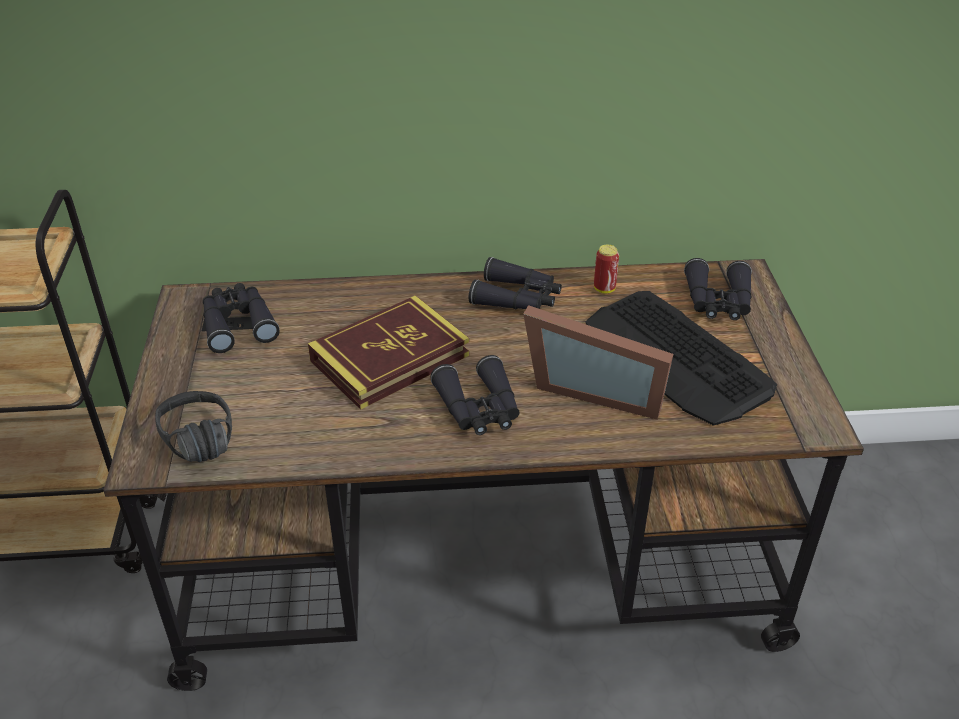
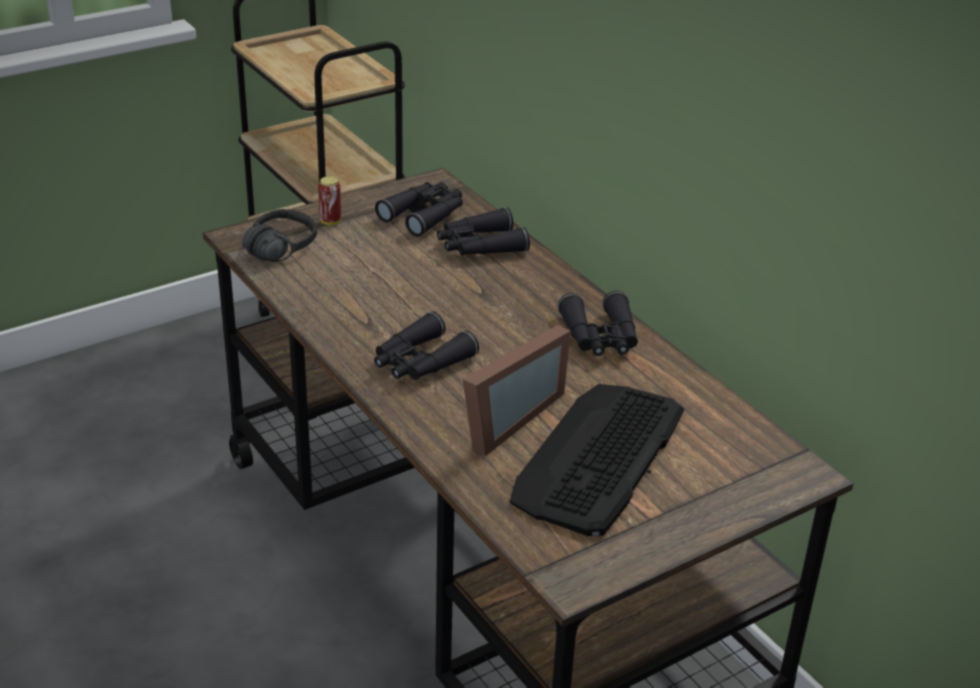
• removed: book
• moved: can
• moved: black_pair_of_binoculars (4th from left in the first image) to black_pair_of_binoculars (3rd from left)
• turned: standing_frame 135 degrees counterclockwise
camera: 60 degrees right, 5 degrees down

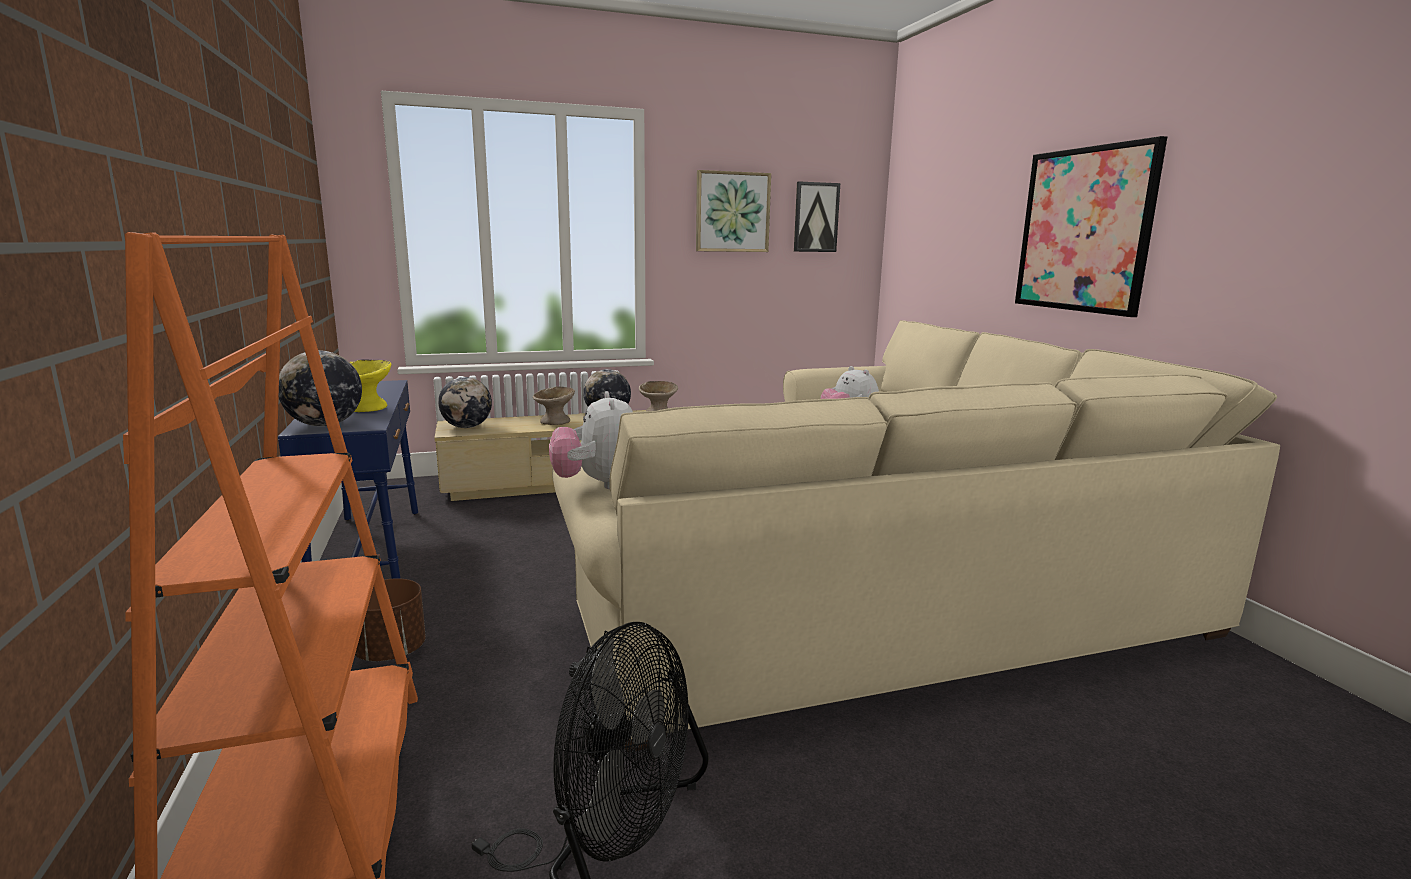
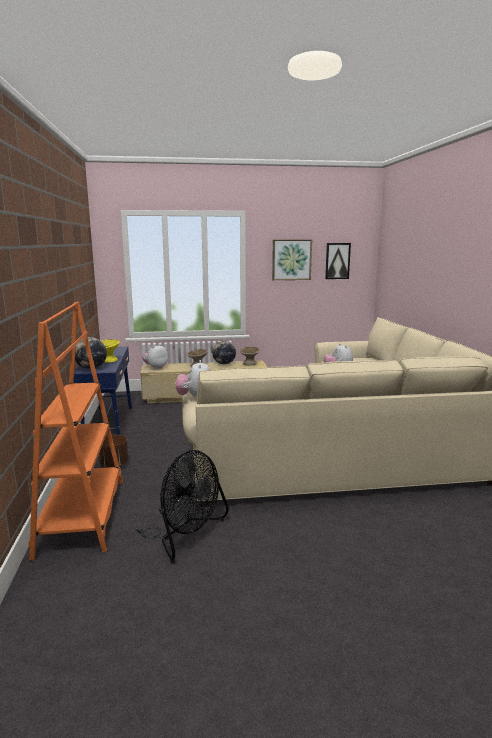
• removed: wall_art (3rd from left)
• replaced: world_globe (2nd from left) to soft_toy (1st from left)
camera: 10 degrees right, 0 degrees up

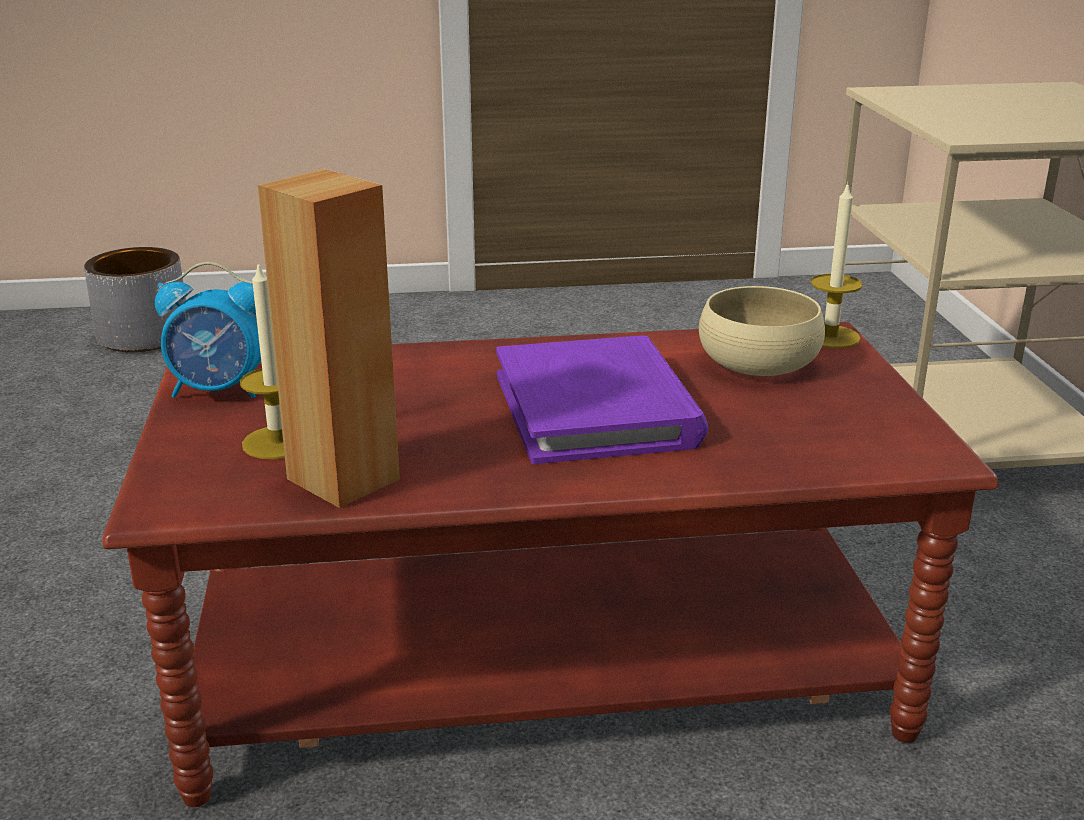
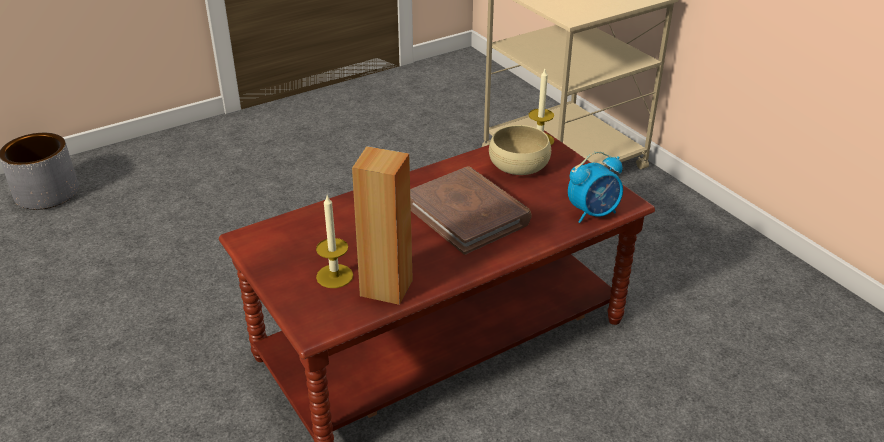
• moved: bedside_clock
• recoloured: purple_book to brown_book
camera: 25 degrees left, 10 degrees up

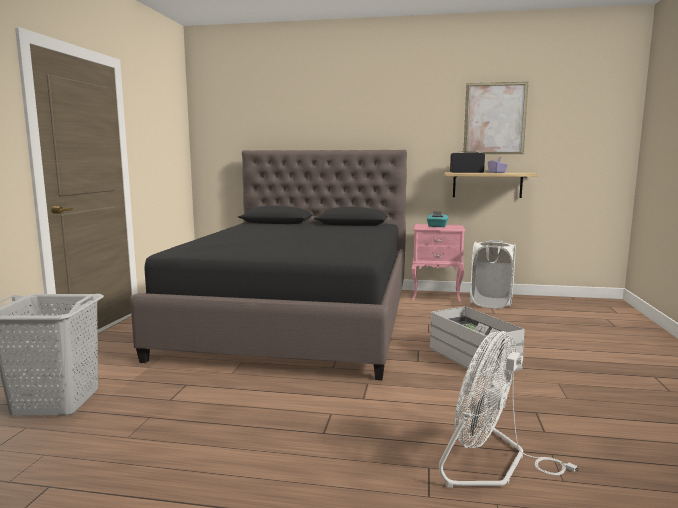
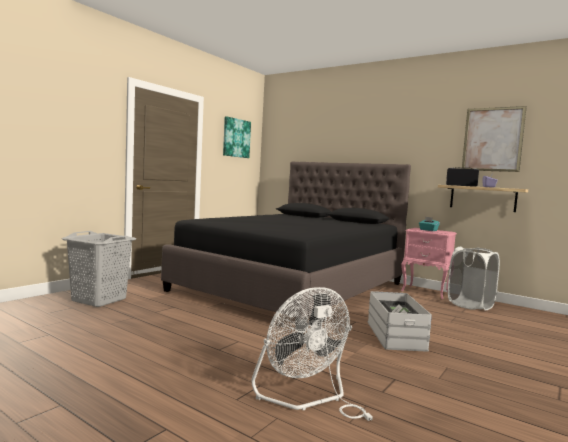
• added: wall_art (1st from left)
camera: 25 degrees right, 5 degrees down

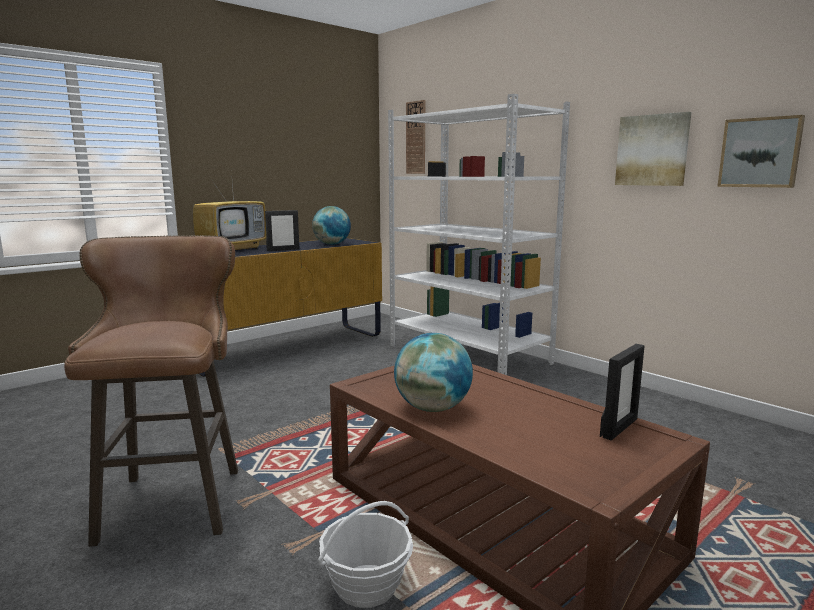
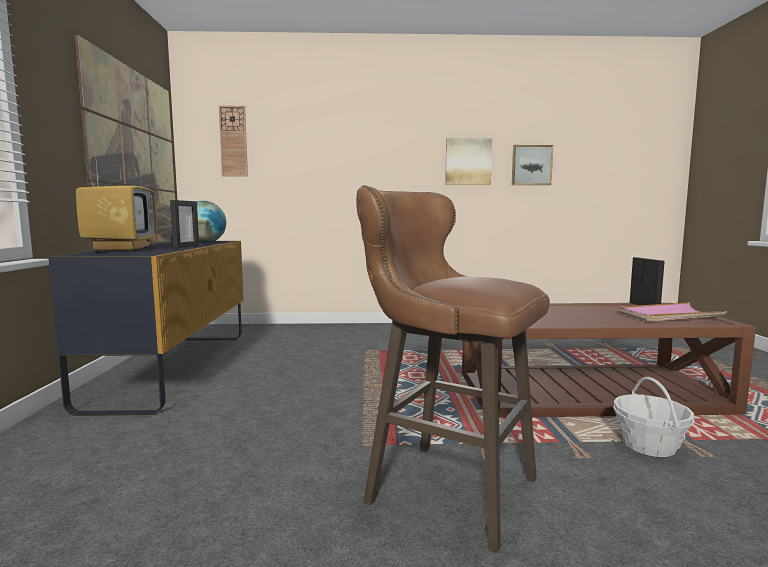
• removed: white-coloured_bookshelf
• removed: world_globe (2nd from left)
• added: wall_art (1st from left)
• added: pink-coloured_tray
camera: 50 degrees left, 5 degrees down

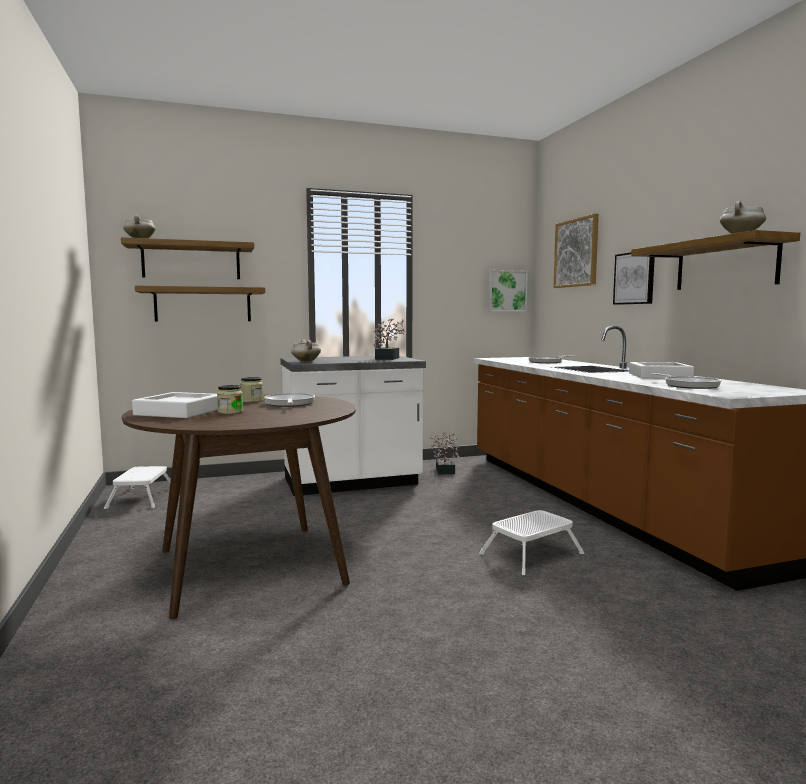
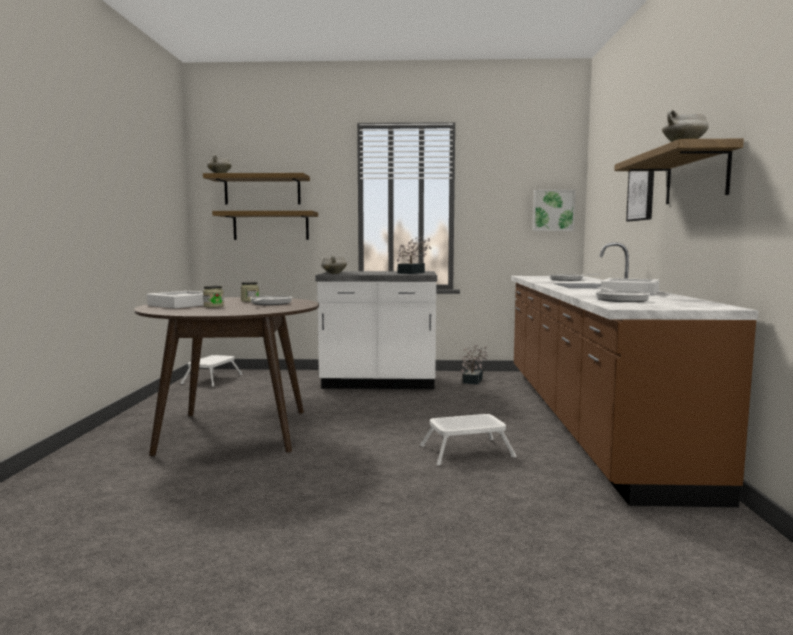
• removed: wall_art (2nd from left)
camera: 20 degrees right, 0 degrees up

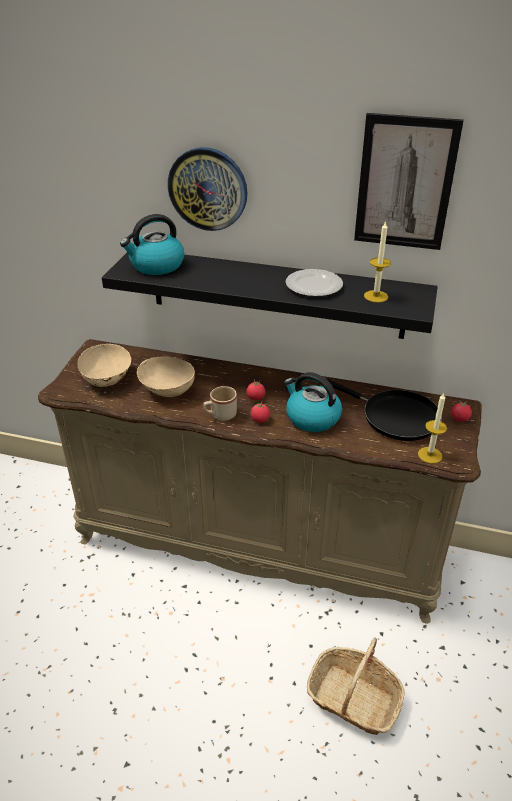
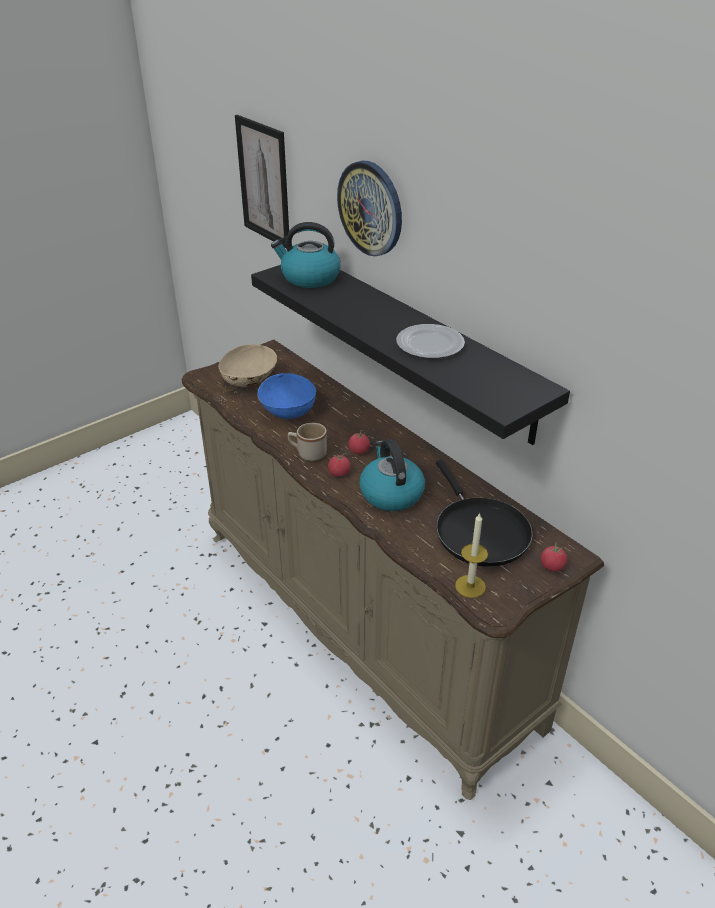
• removed: storage_basket
• removed: wax_light (1st from left)
• moved: wall_art
• recoloured: beige_serving_bowl (2nd from left) to blue-coloured_serving_bowl
camera: 35 degrees right, 0 degrees up

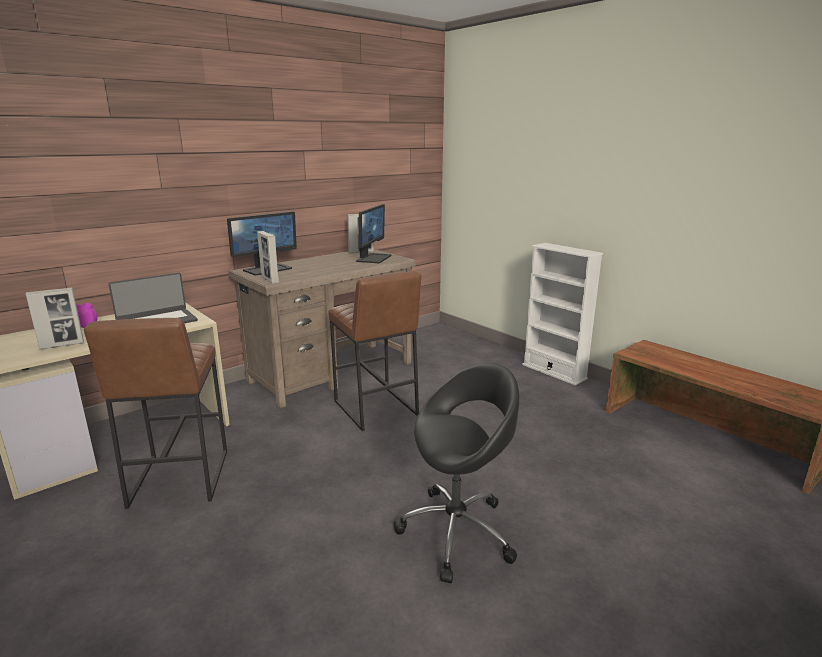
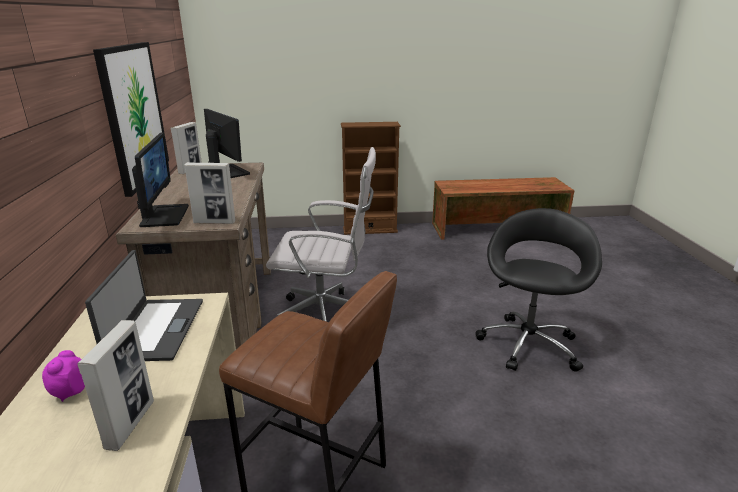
• added: wall_art
• replaced: brown_stool_seat (2nd from left) to white-coloured_desk_chair
• recoloured: white-coloured_bookshelf to brown_bookshelf
camera: 55 degrees left, 5 degrees up

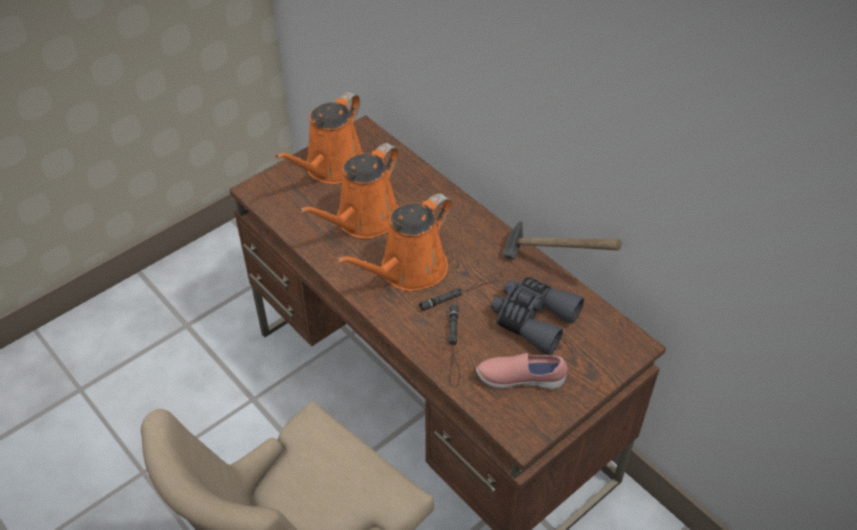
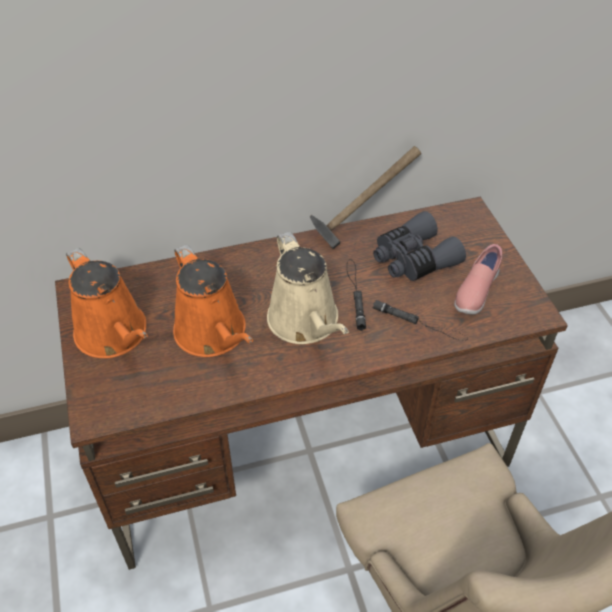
• recoloured: orange_watering_can (3rd from left) to beige_watering_can
camera: 65 degrees left, 0 degrees up

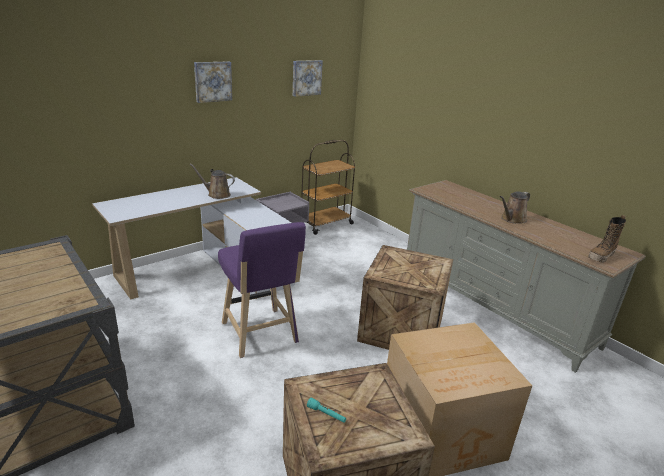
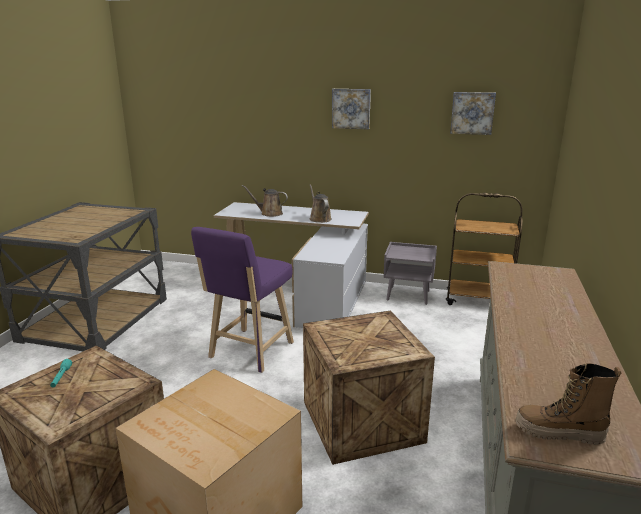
• moved: brown_watering_can (2nd from left in the first image) to brown_watering_can (1st from left)
camera: 55 degrees right, 5 degrees down

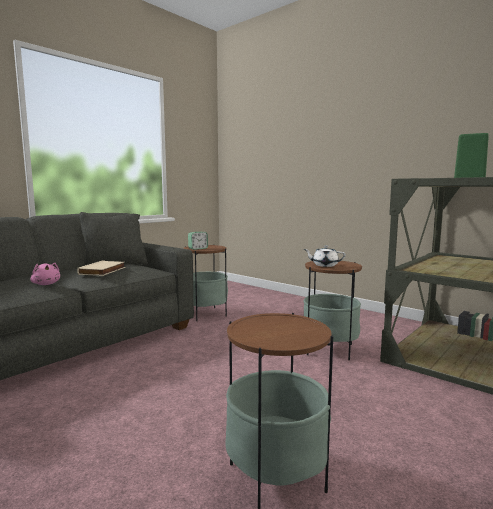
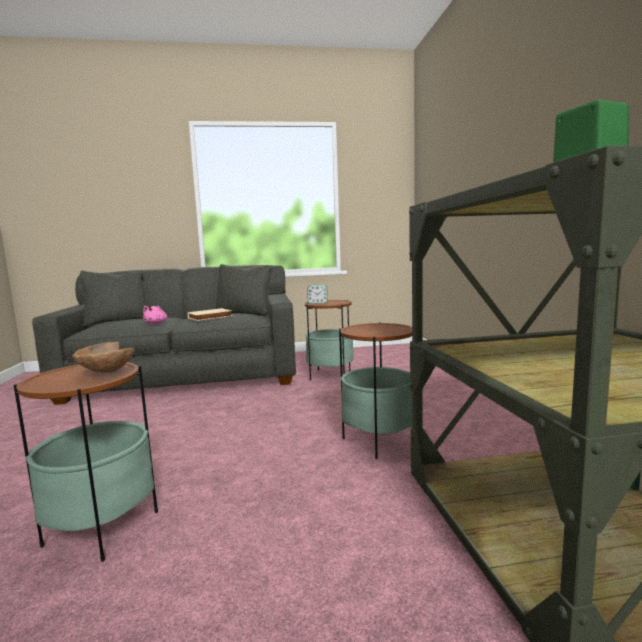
• removed: white-coloured_pot_for_tea
• added: brown_serving_bowl
camera: 40 degrees right, 0 degrees up

